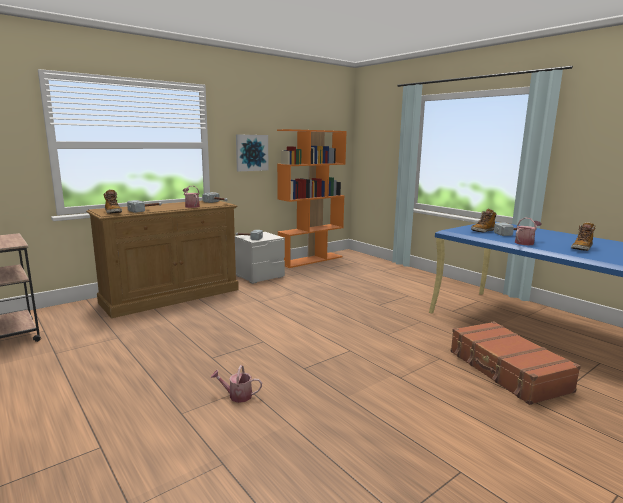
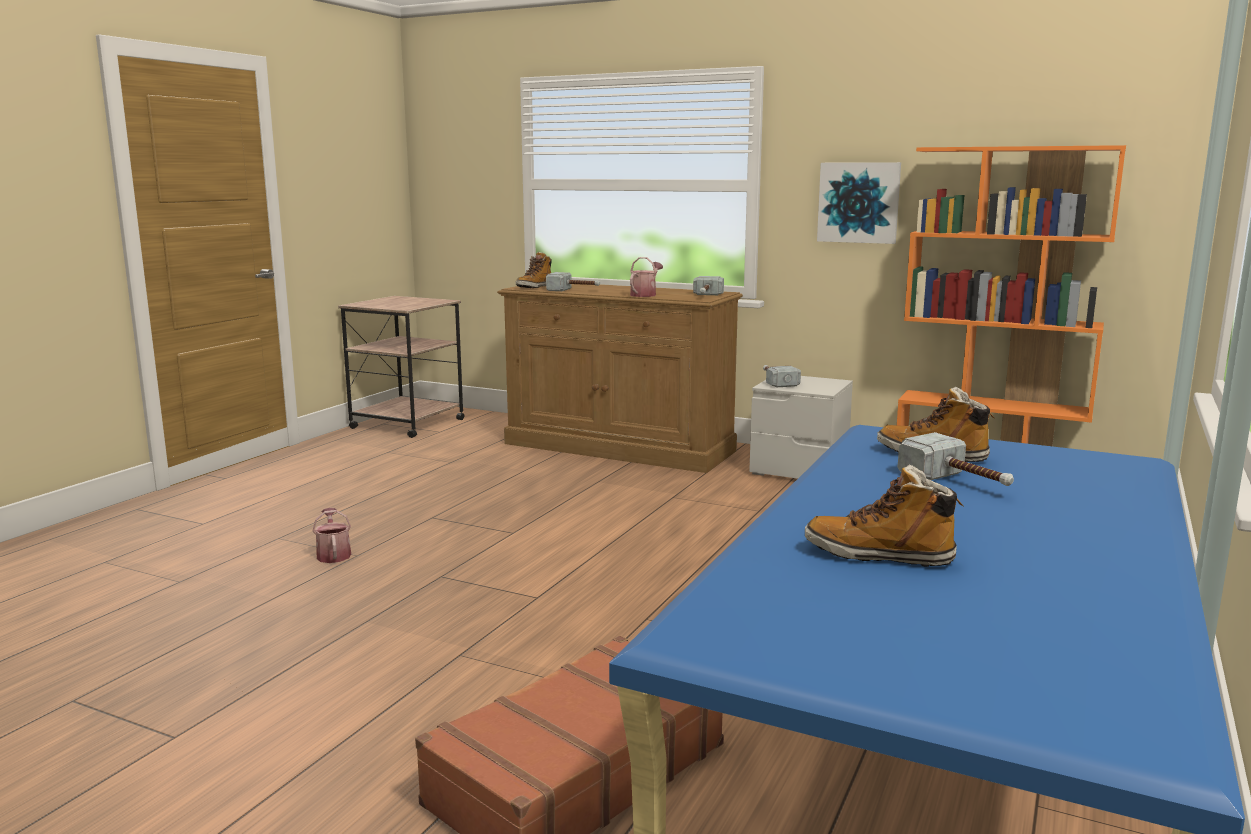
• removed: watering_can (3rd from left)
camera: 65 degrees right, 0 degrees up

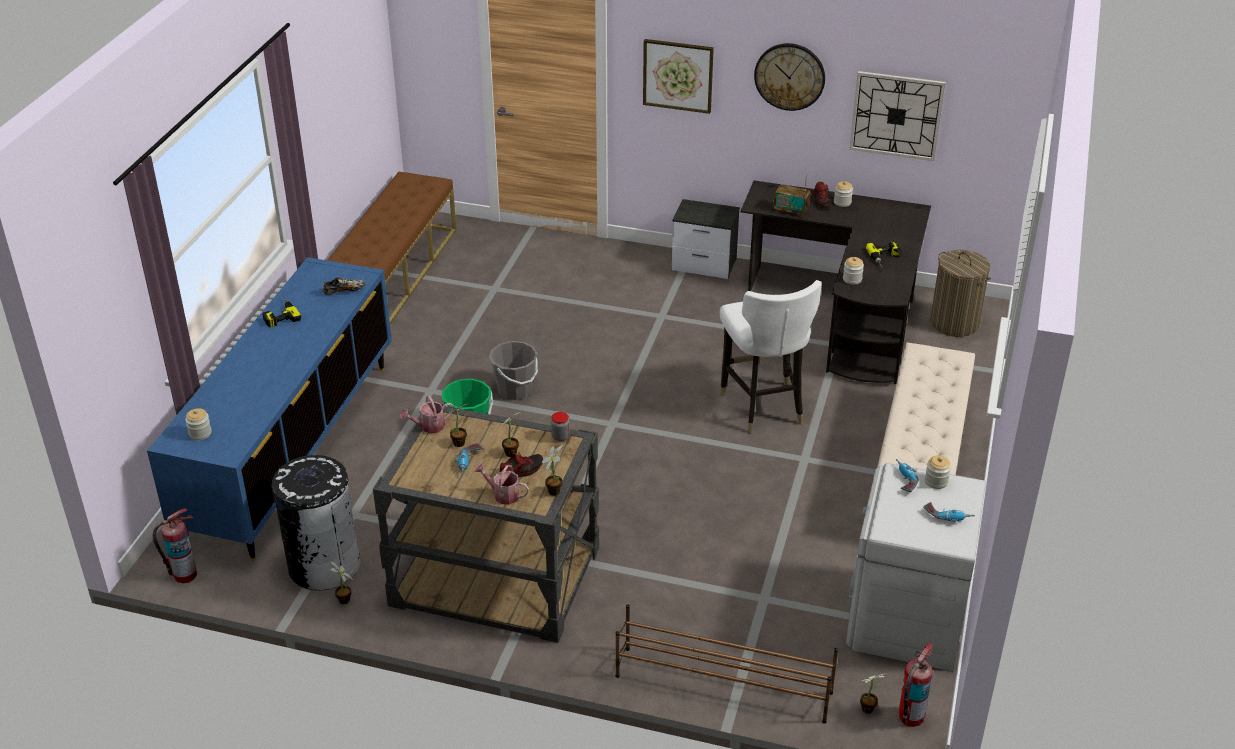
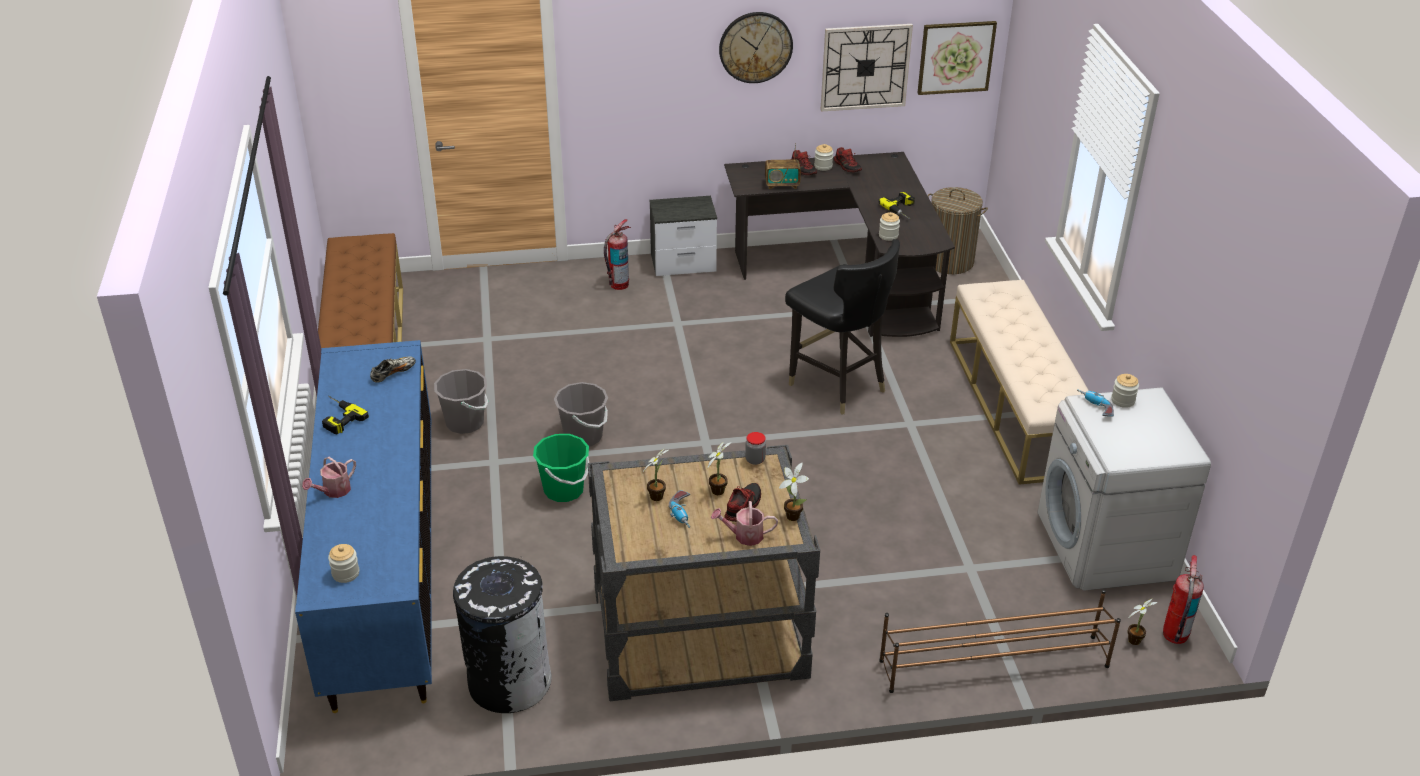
• removed: houseplant (1st from left)
• removed: drill (5th from left)
• added: grey_water_bucket (1st from left)
• added: item_of_footwear (4th from left)
• moved: fire-fighting_cylinder (1st from left)
• moved: watering_can (1st from left)
• moved: wall_art
• recoloured: white-coloured_chair to black_chair
camera: 25 degrees left, 0 degrees up

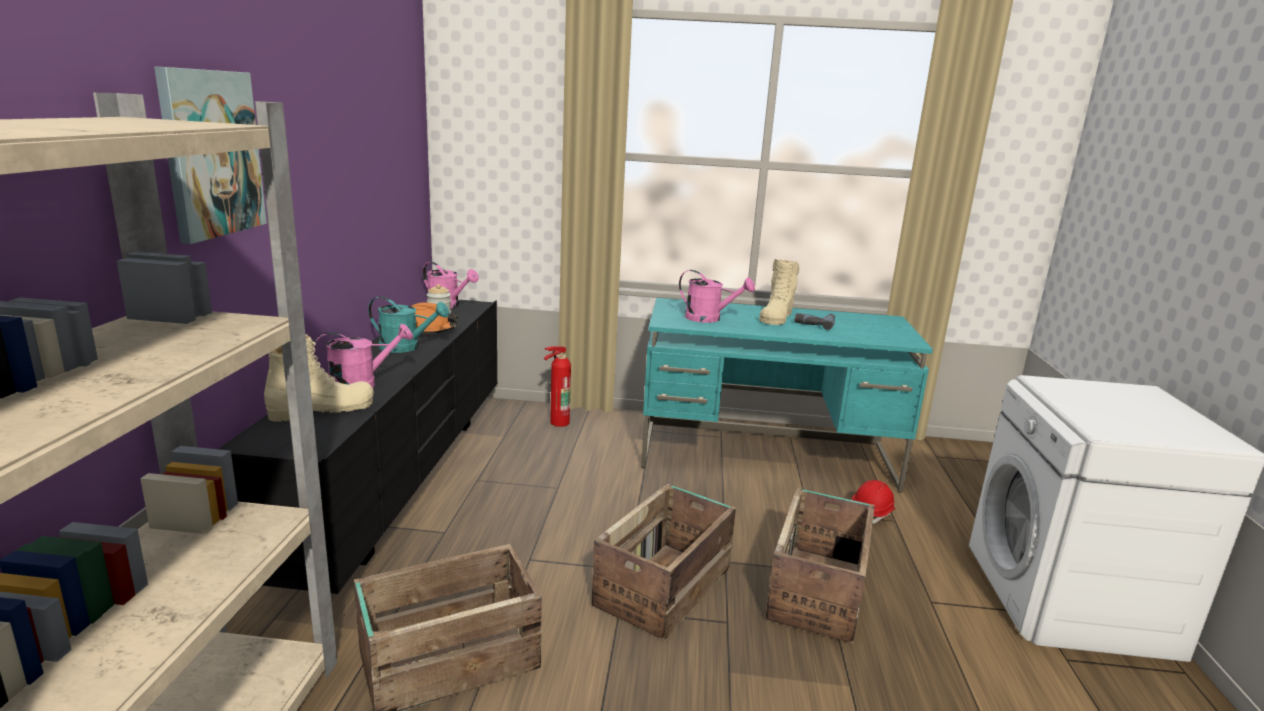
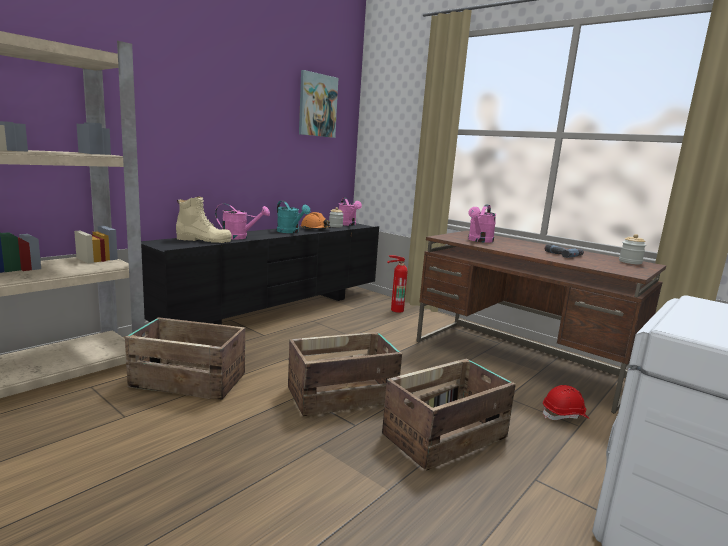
• removed: beige_boot (2nd from left)
• added: storage_jar (2nd from left)
• moved: wall_art
• recoloured: turquoise_desk_unit to brown_desk_unit
• turned: pink-coloured_watering_can (3rd from left) 60 degrees clockwise
camera: 35 degrees right, 5 degrees down

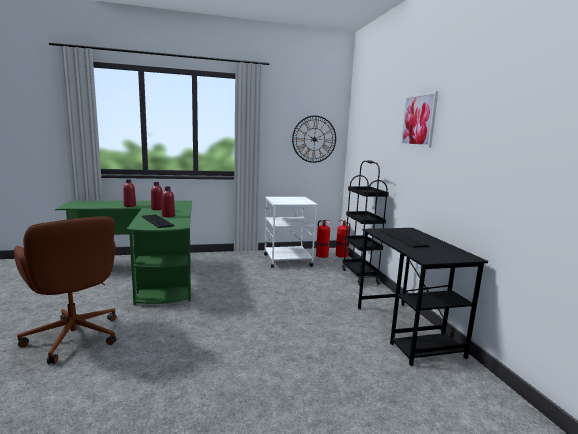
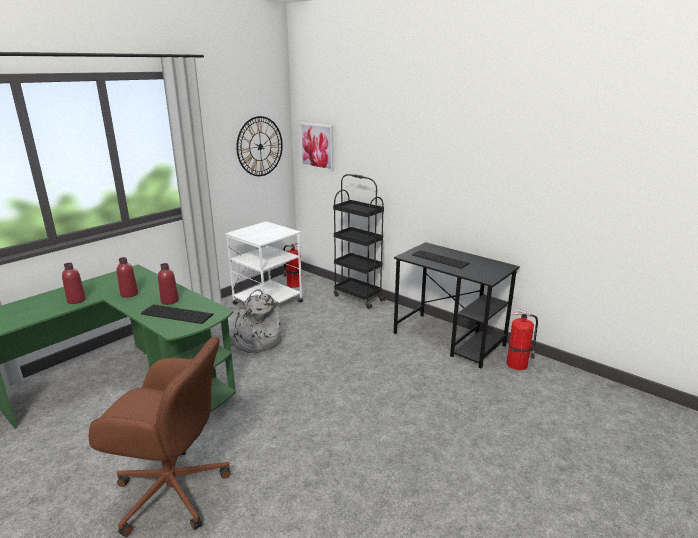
• added: grey_knapsack
• moved: fire-fighting_cylinder (2nd from left)
• moved: wall_art
camera: 35 degrees left, 10 degrees up

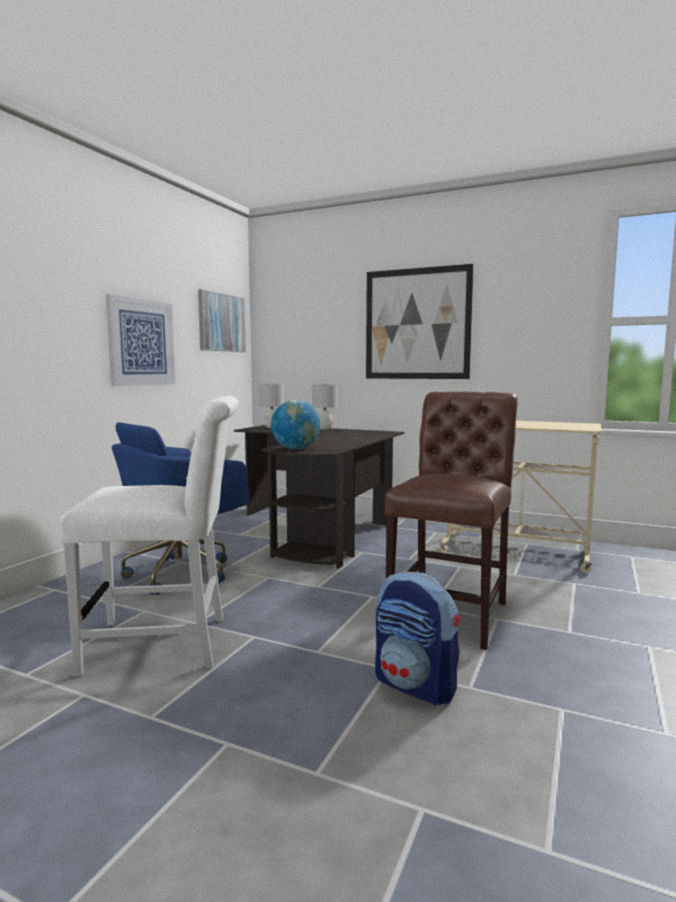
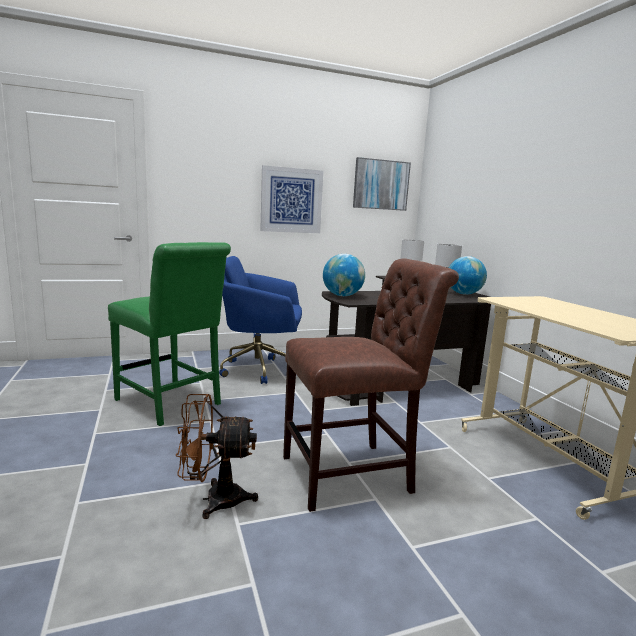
• removed: wall_art (3rd from left)
• added: world_globe (2nd from left)
• replaced: knapsack to brown_electric_fan
• recoloured: white-coloured_chair to greenish_chair
camera: 45 degrees right, 5 degrees up

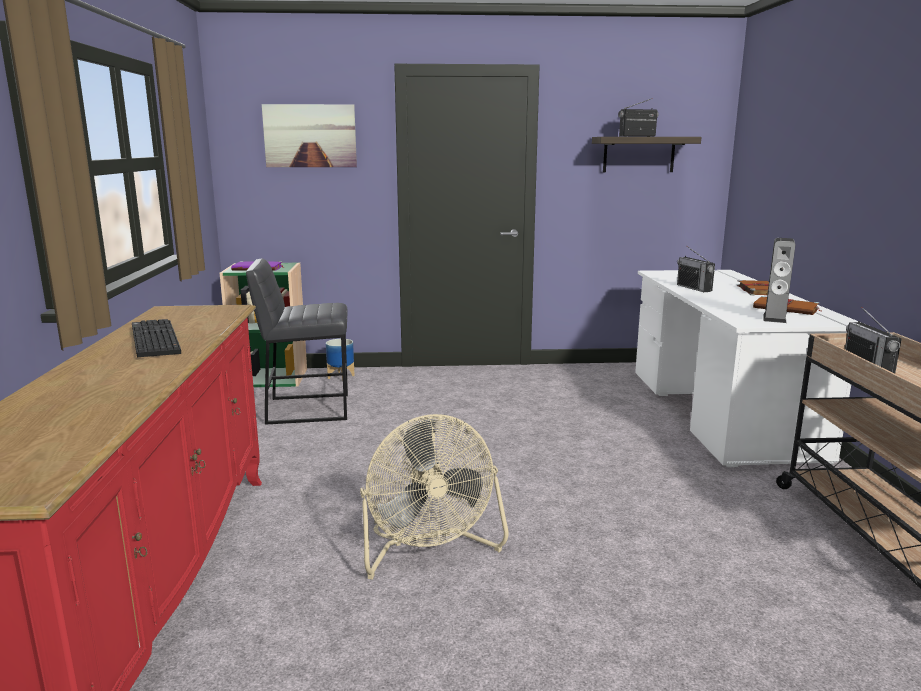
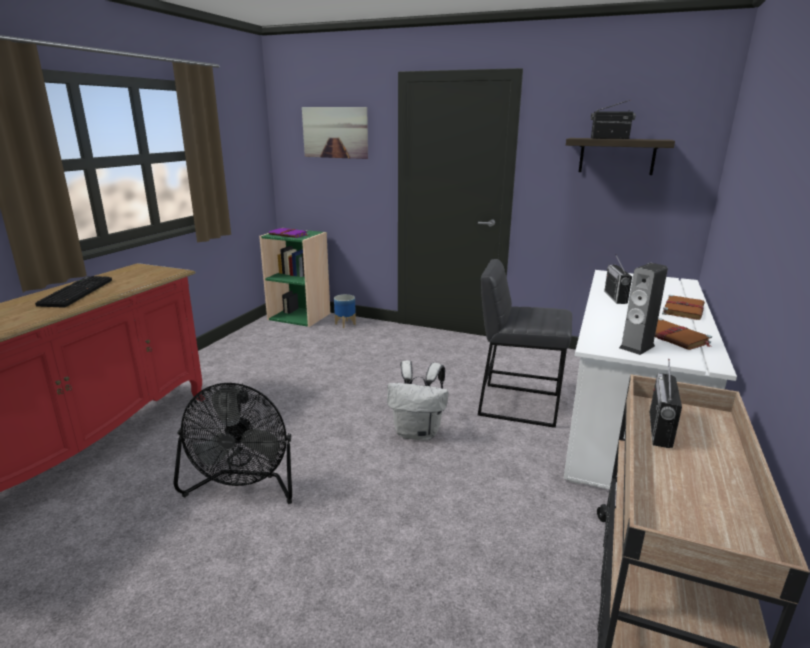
• added: white-coloured_knapsack
• moved: grey_stool_seat
• recoloured: beige_electric_fan to black_electric_fan
camera: 25 degrees right, 5 degrees up

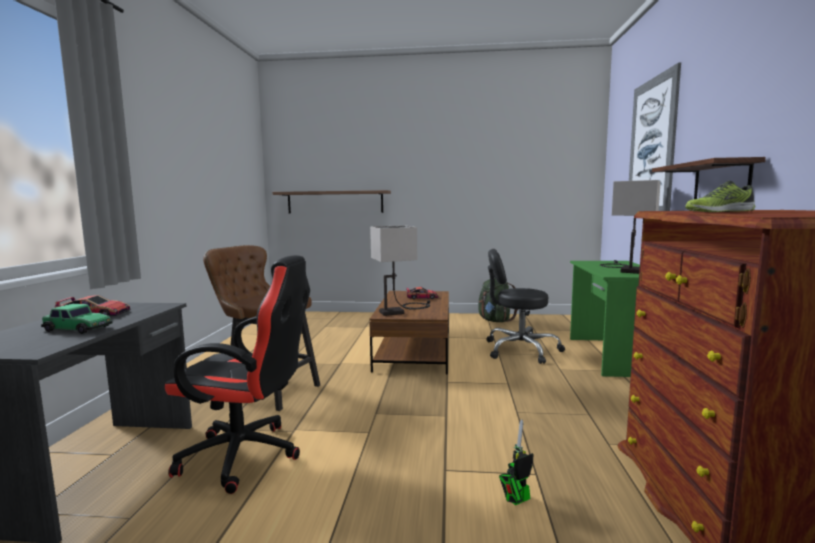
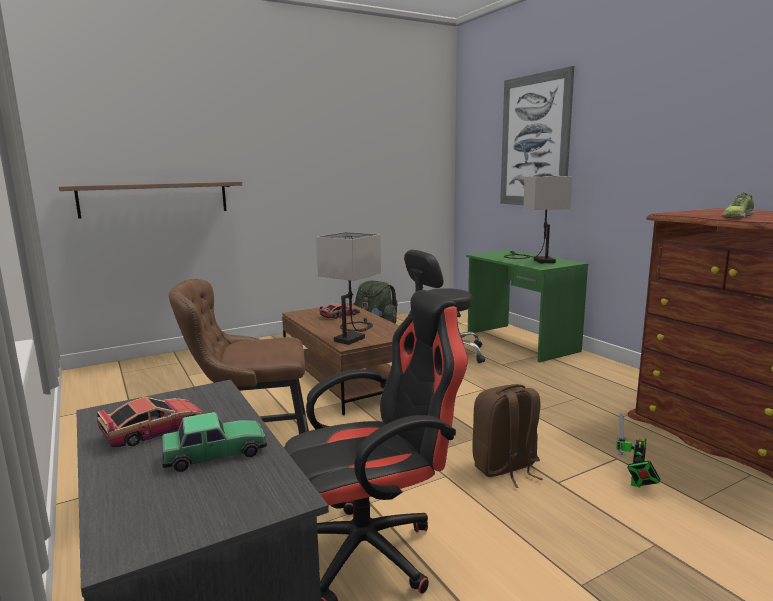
• removed: bracket_shelf (2nd from left)
• added: brown_knapsack
camera: 35 degrees left, 5 degrees up

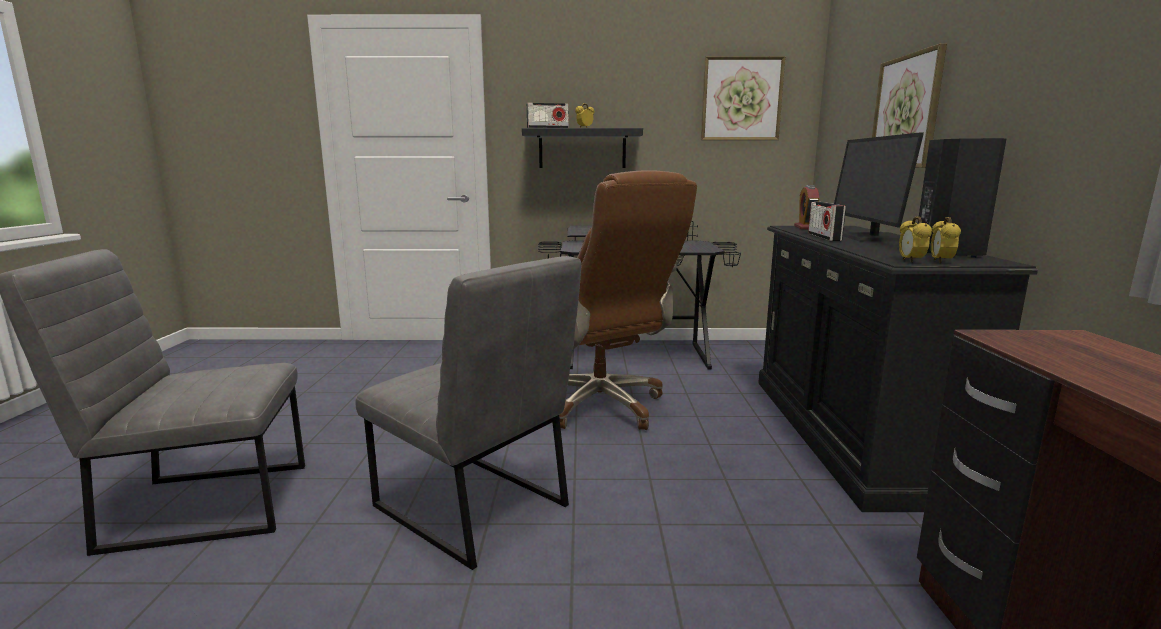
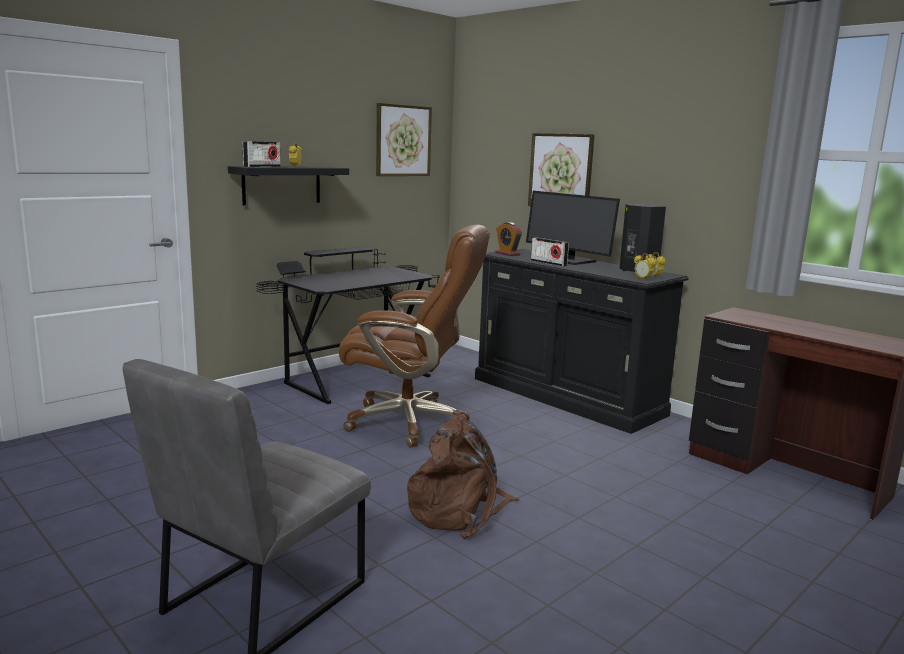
• replaced: grey_chair (2nd from left) to brown_knapsack
camera: 45 degrees left, 0 degrees up

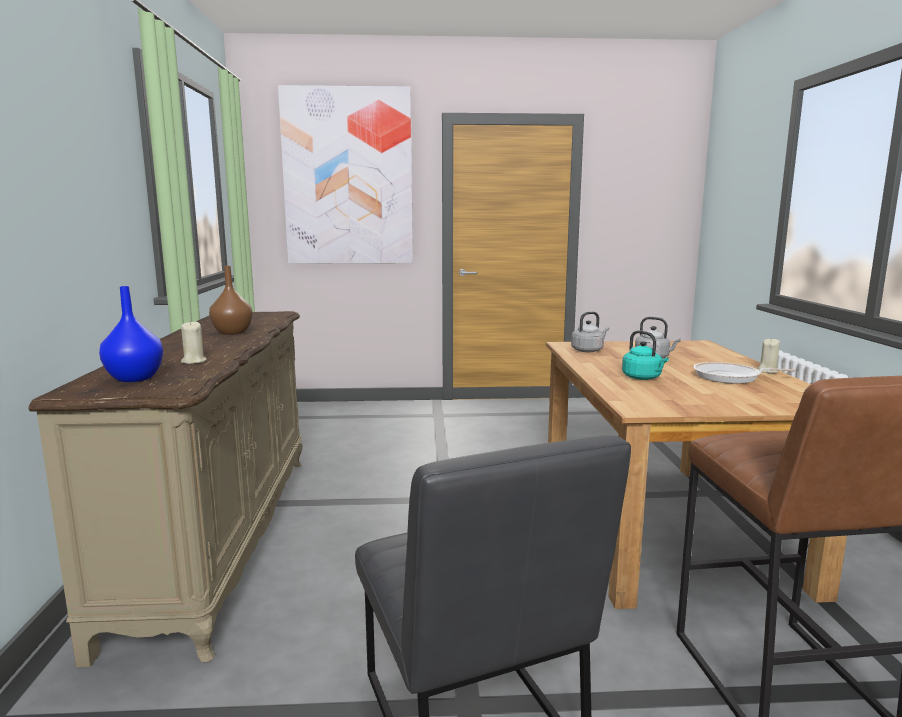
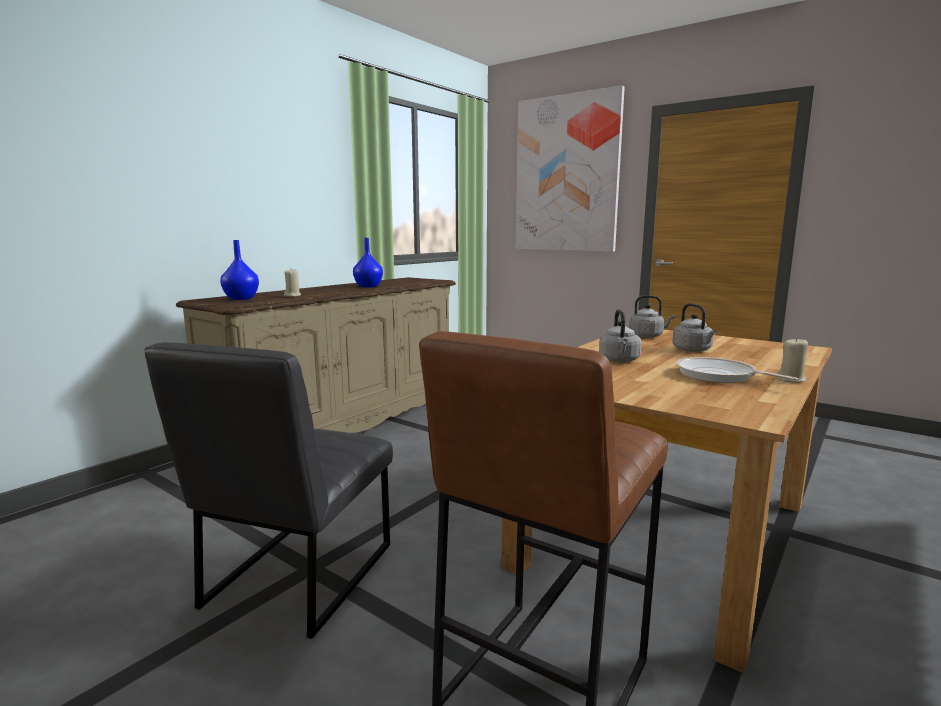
• recoloured: brown_decorative_vase to blue-coloured_decorative_vase (2nd from left)
• recoloured: turquoise_kettle to grey_kettle (1st from left)
camera: 40 degrees right, 0 degrees up

